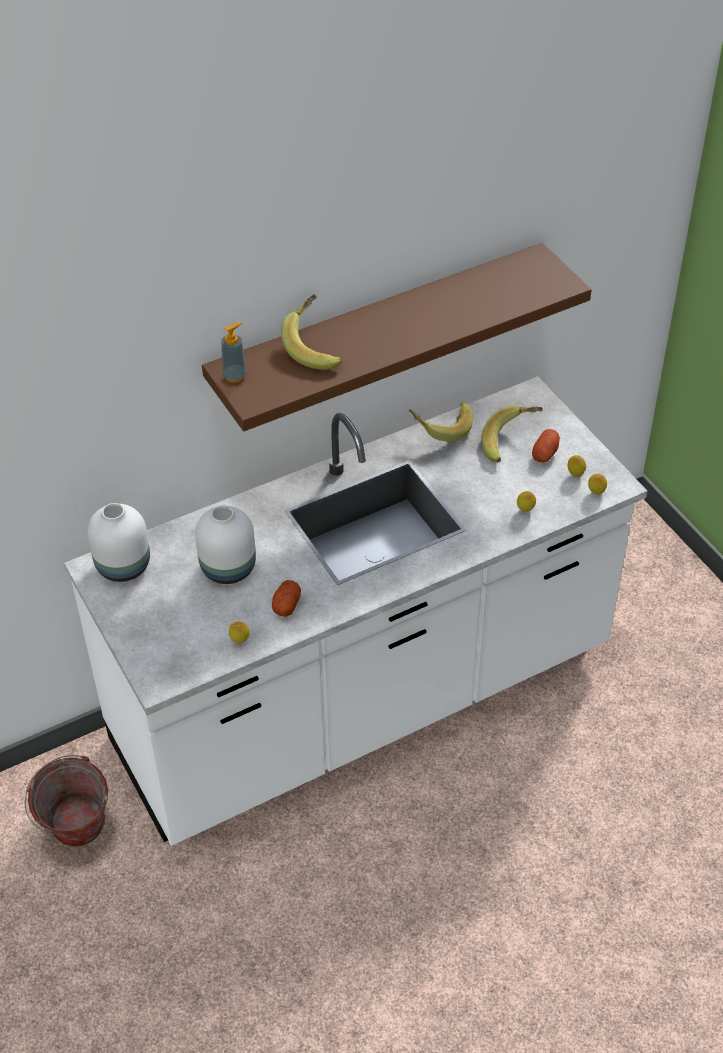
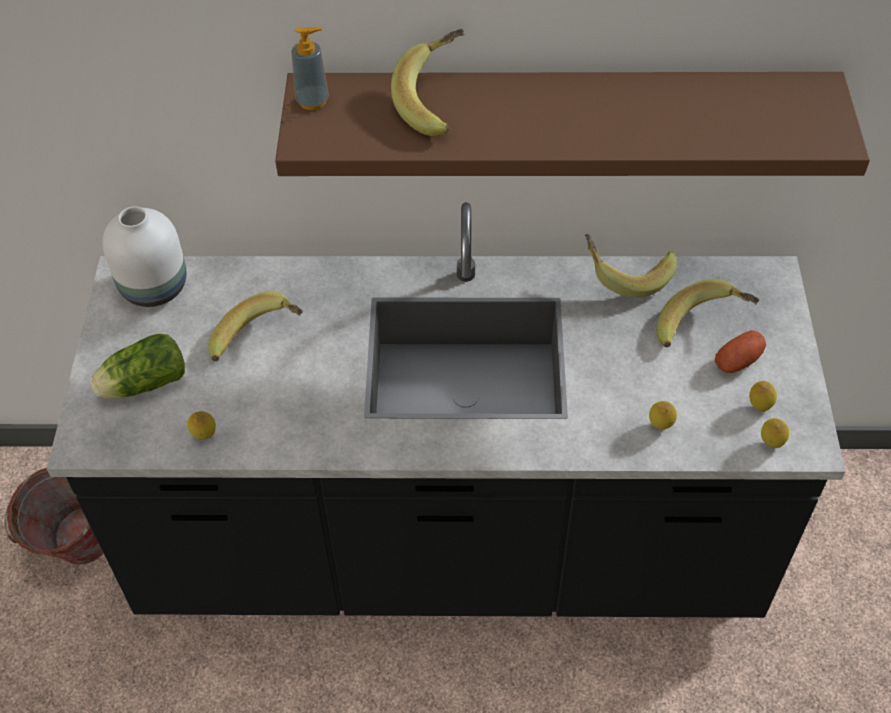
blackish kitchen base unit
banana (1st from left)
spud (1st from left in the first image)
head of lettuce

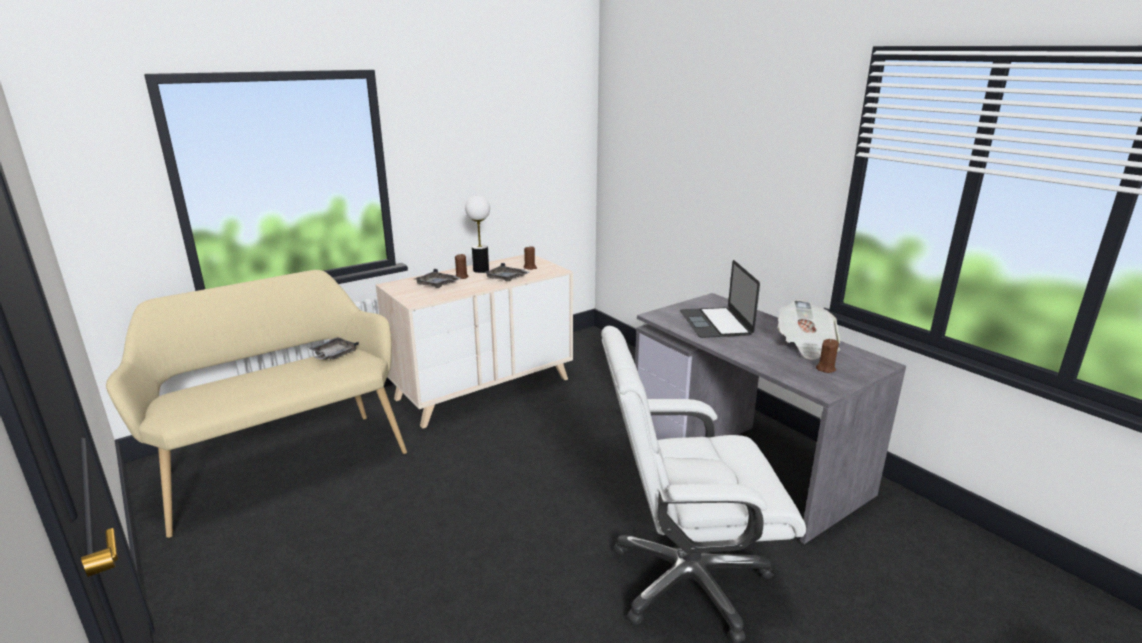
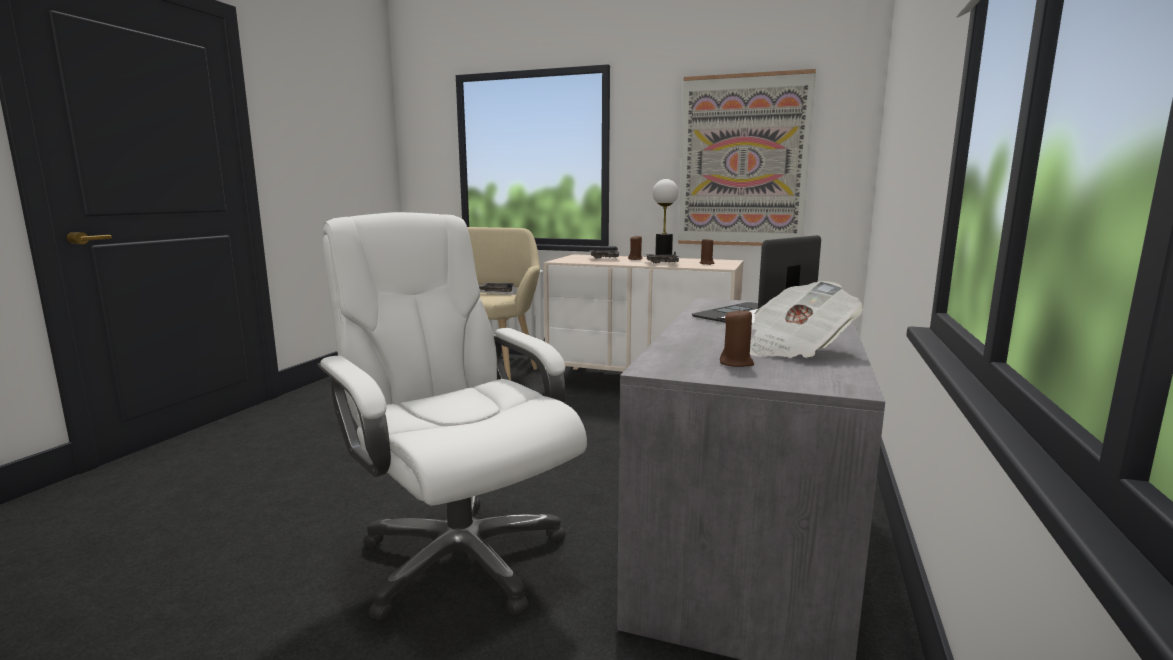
wall art

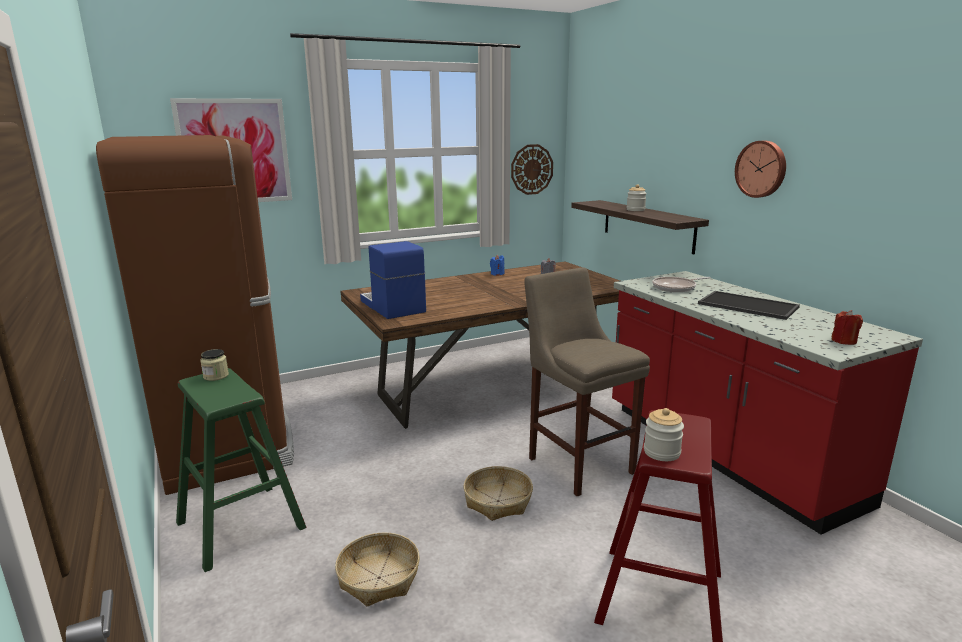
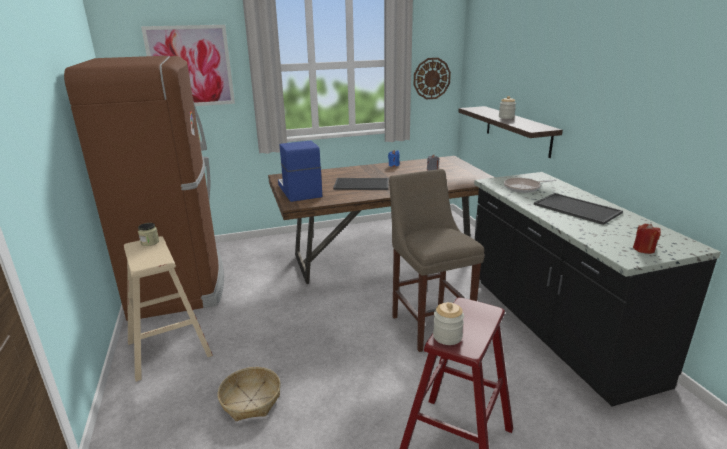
clock on the wall (2nd from left in the first image)
blackish kitchen base unit
beige-coloured stool (1st from left)
household basket (2nd from left in the first image)
serving tray (1st from left)

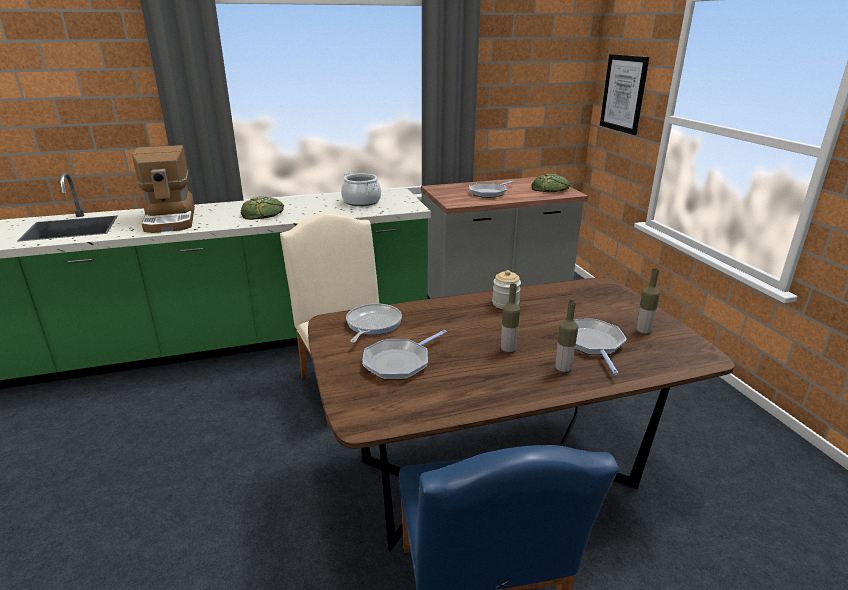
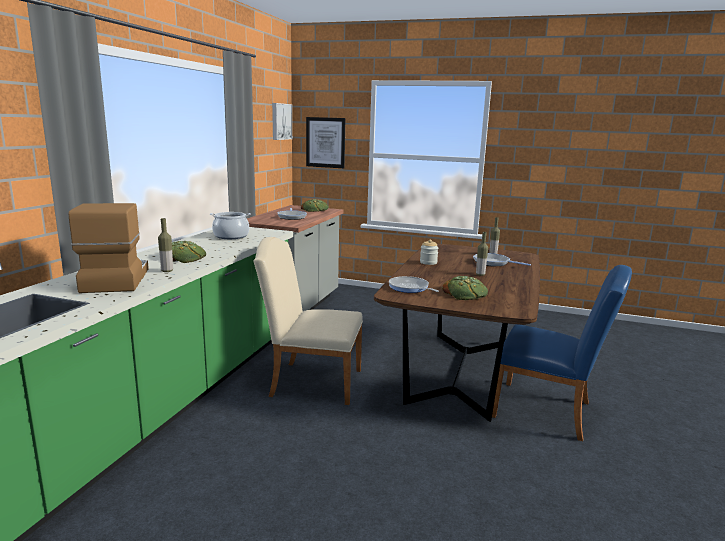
coffee machine
bottle (1st from left)
baked bread (3rd from left)
wall art (1st from left)

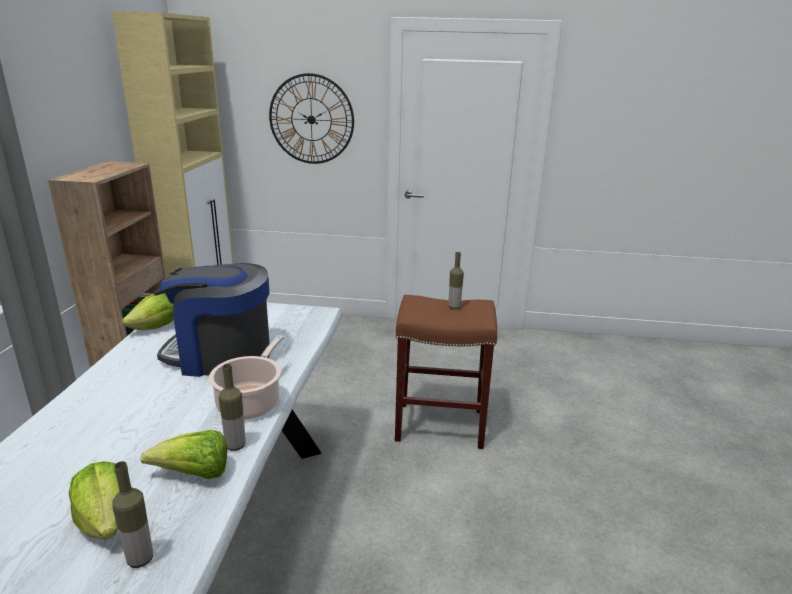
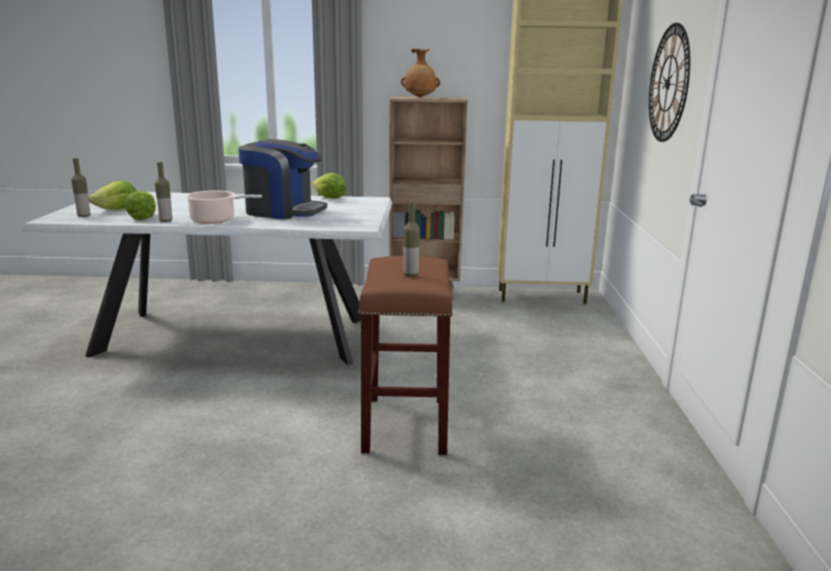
coffee machine
brown-coloured decorative vase

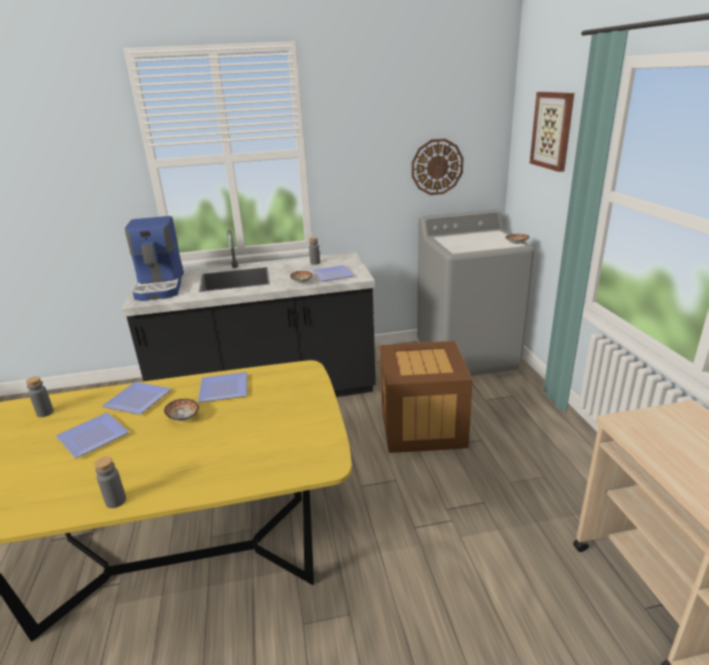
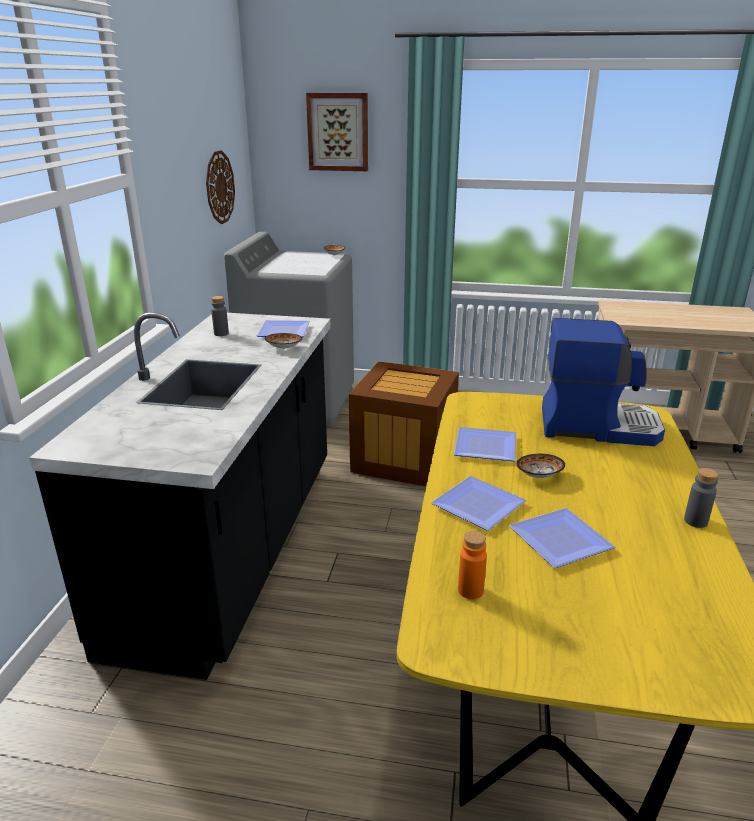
coffee machine
orangey bottle

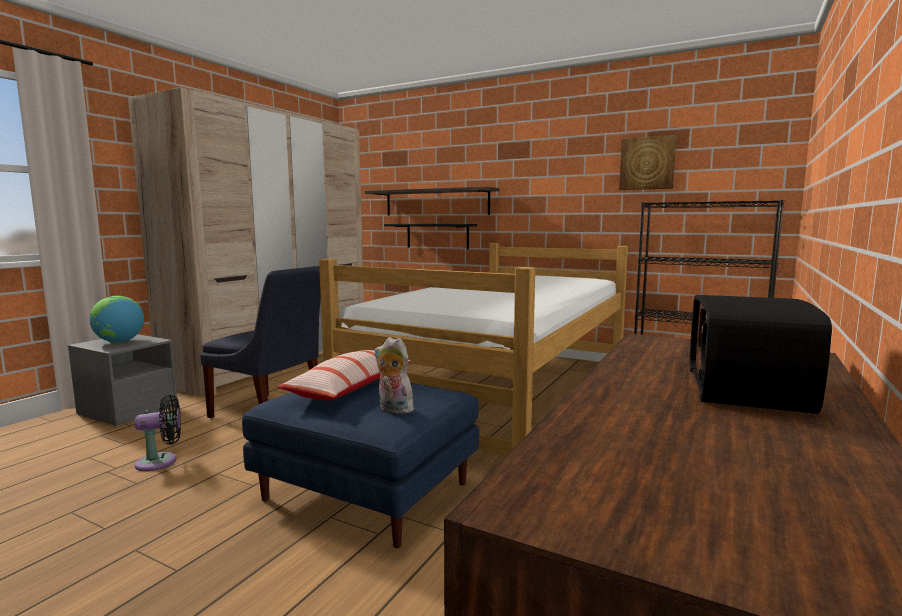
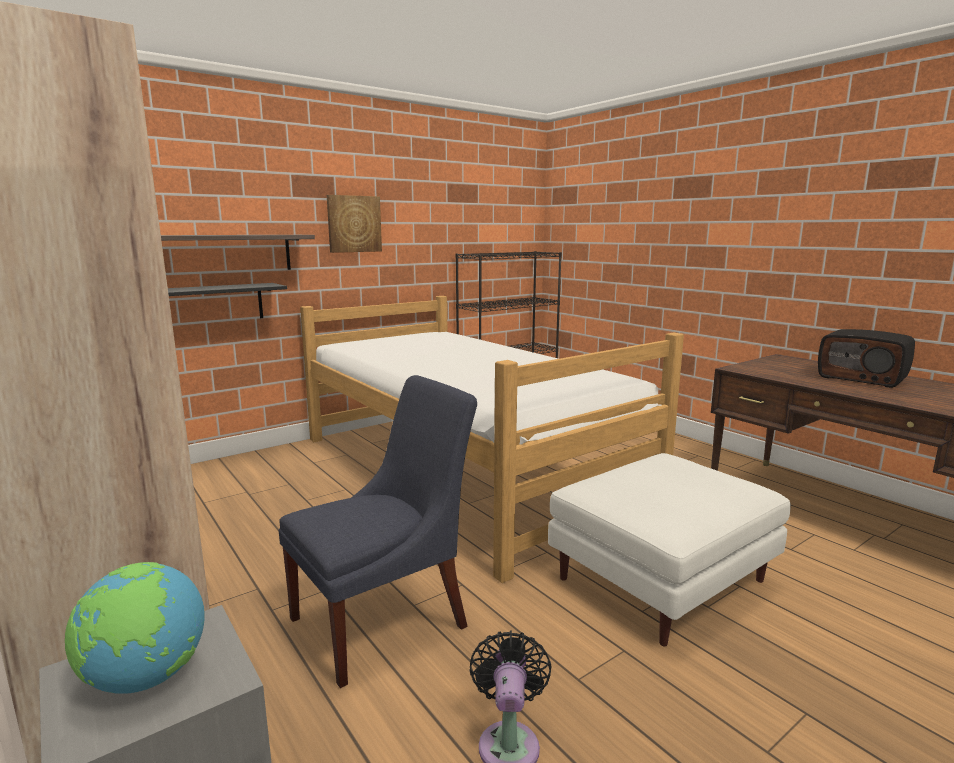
wall art
soft toy
cushion
whitish pouffe

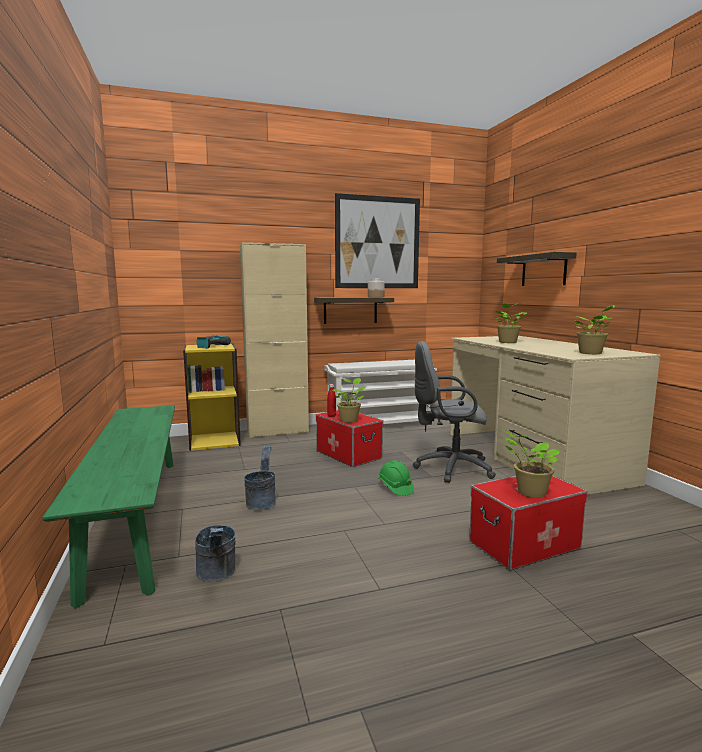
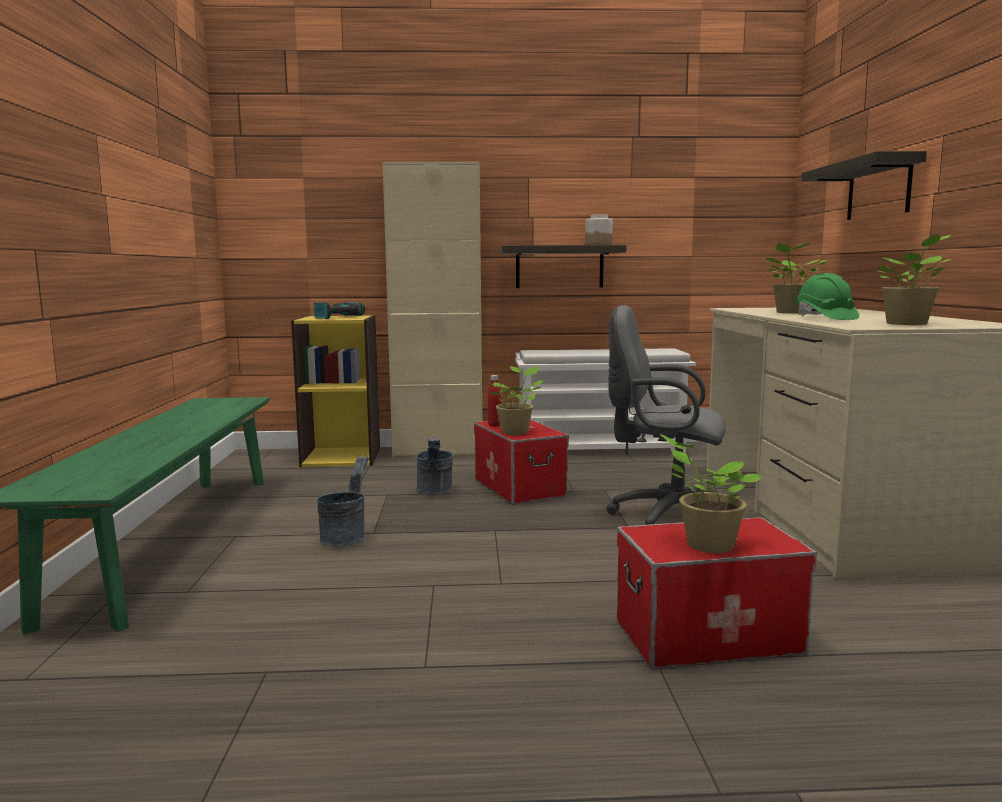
wall art
greenish work helmet
greyish water bucket (2nd from left)

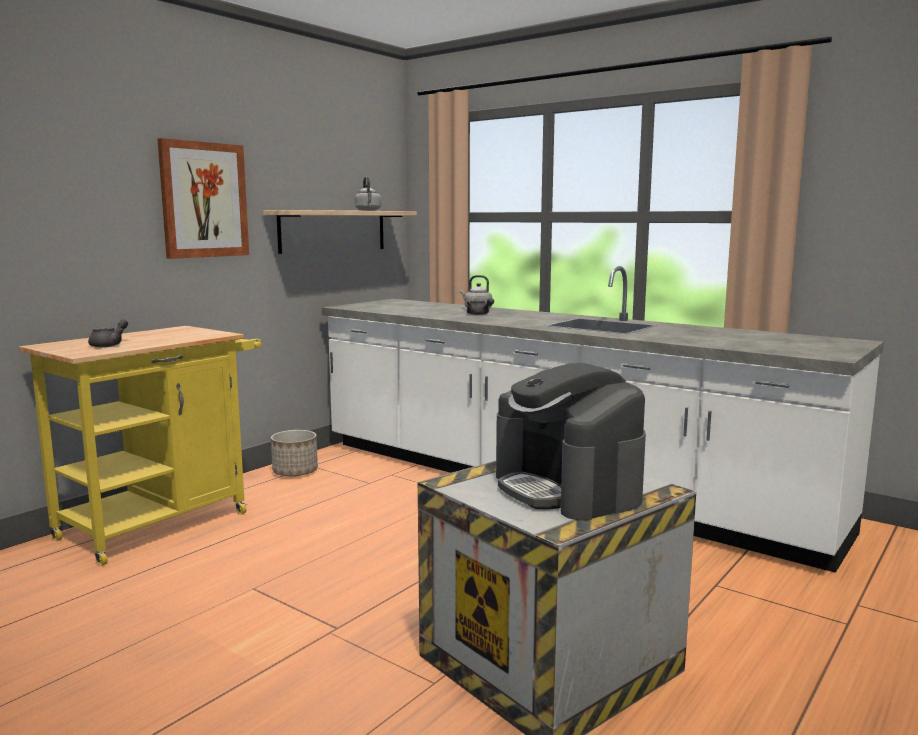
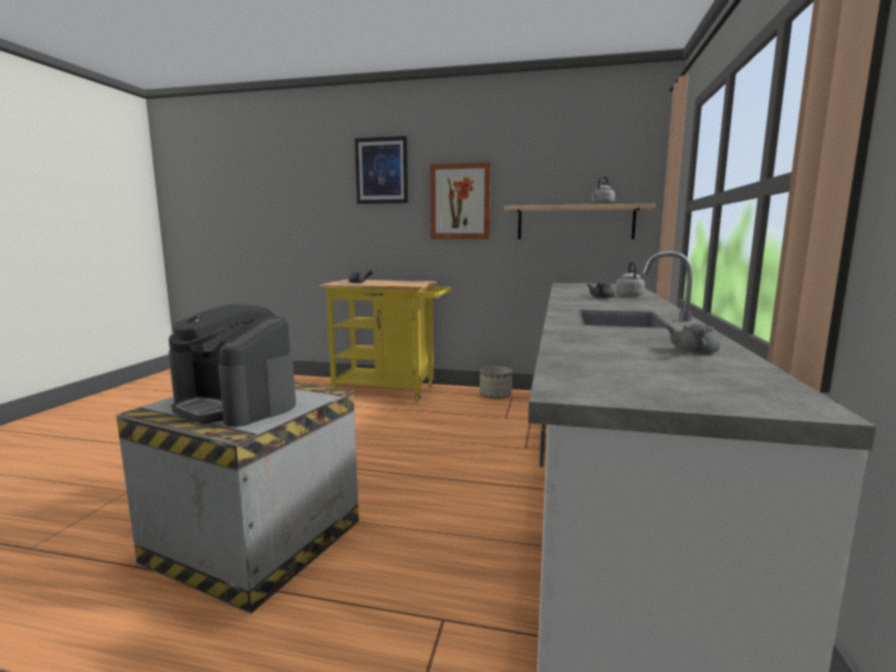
coffee machine
wall art (1st from left)
greyish teapot (3rd from left)

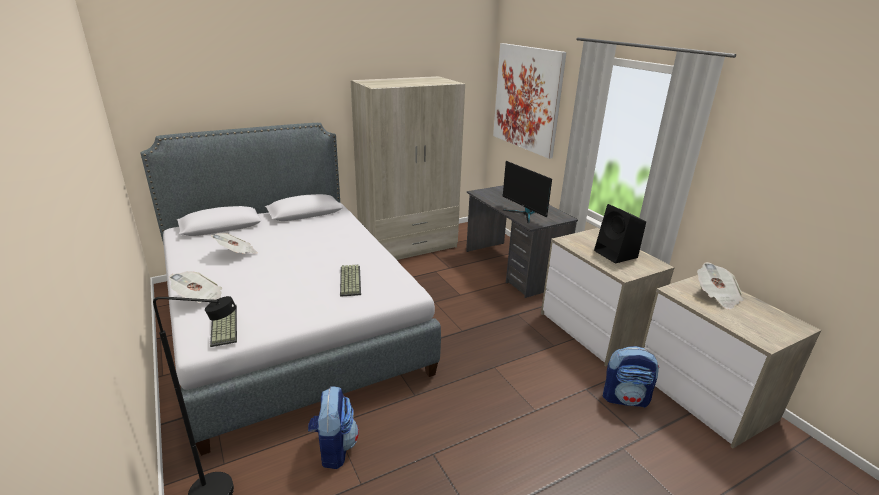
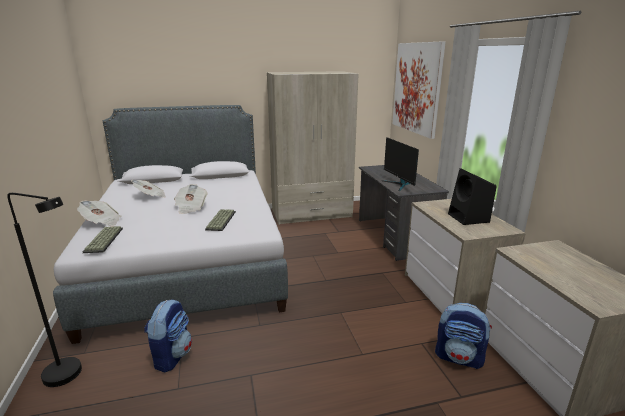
daily paper (3rd from left)

